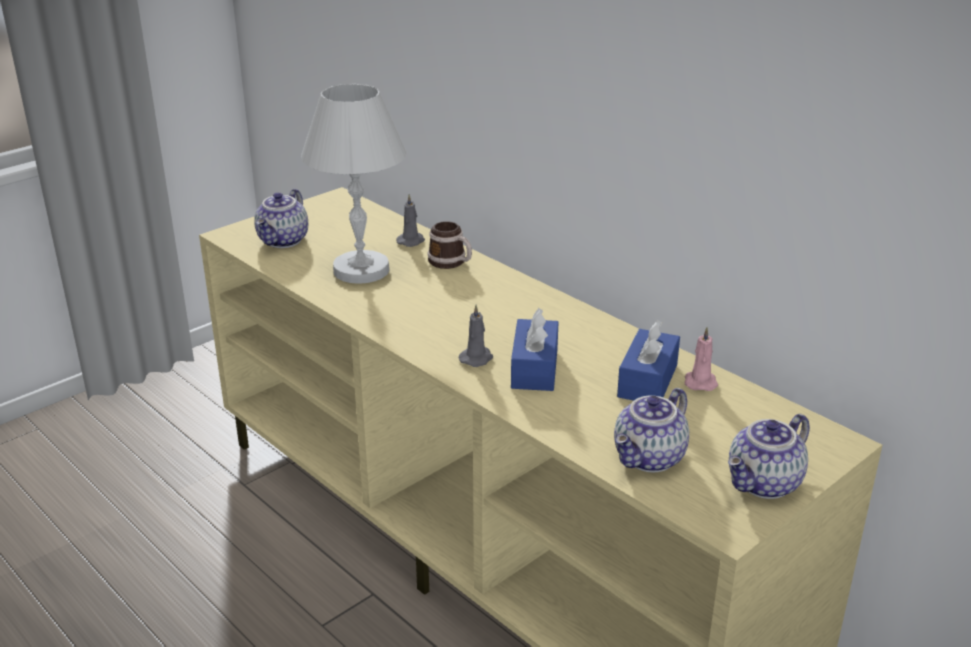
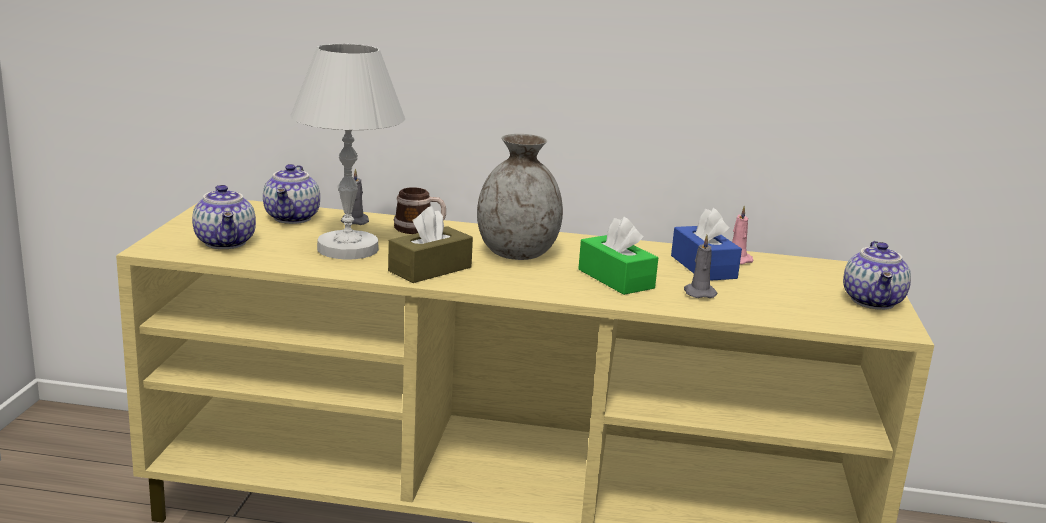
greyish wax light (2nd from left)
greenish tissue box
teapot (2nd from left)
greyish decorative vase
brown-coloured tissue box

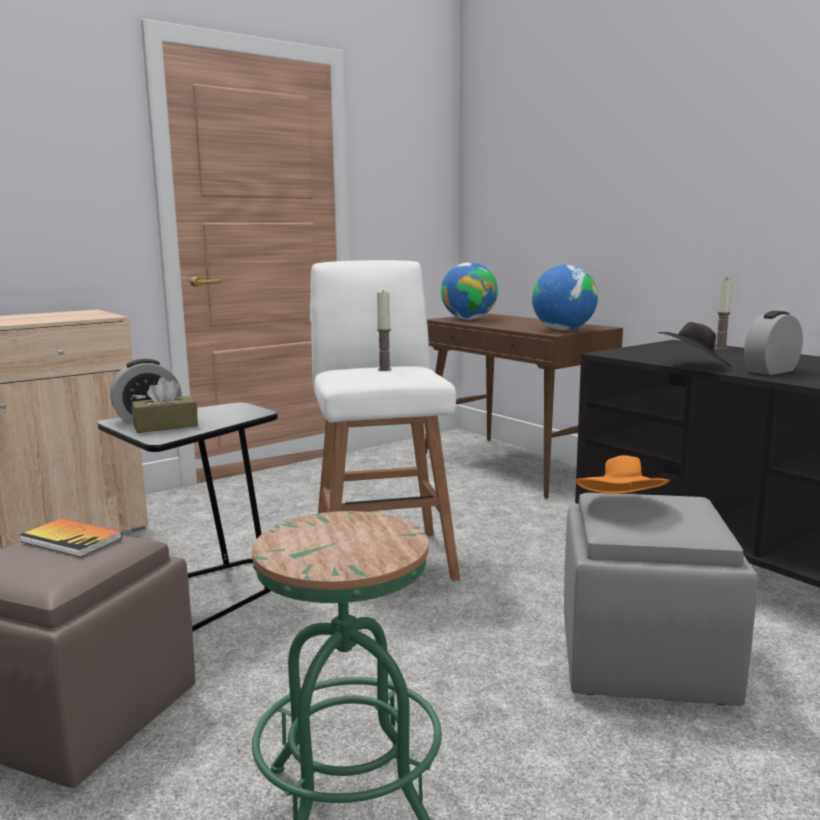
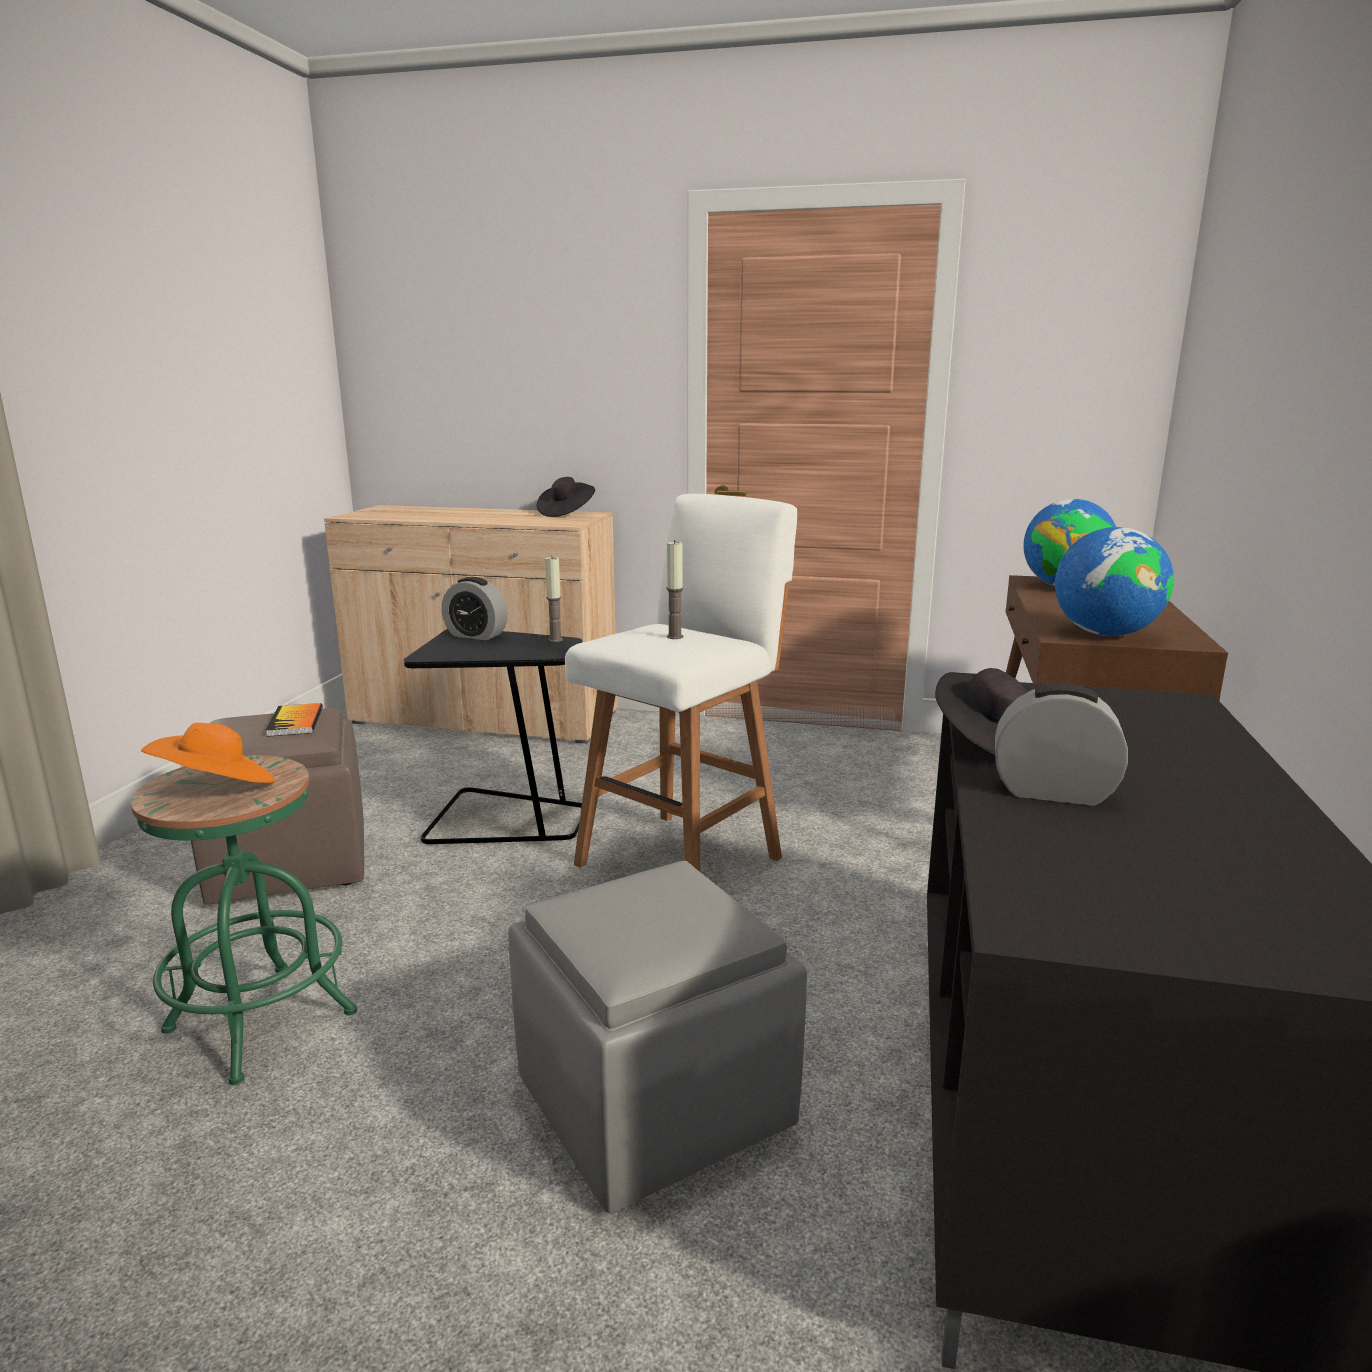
wax light (1st from left)
brown-coloured tissue box
orangey hat
blackish hat (1st from left)

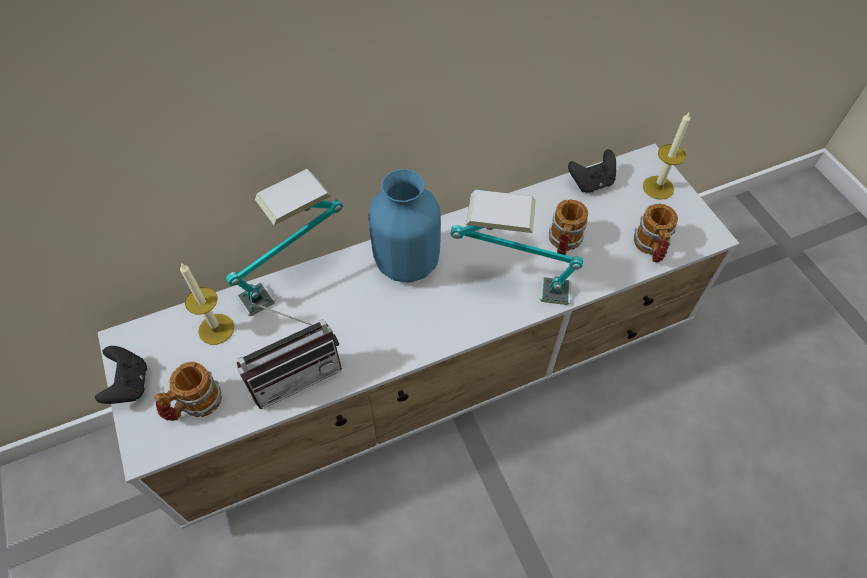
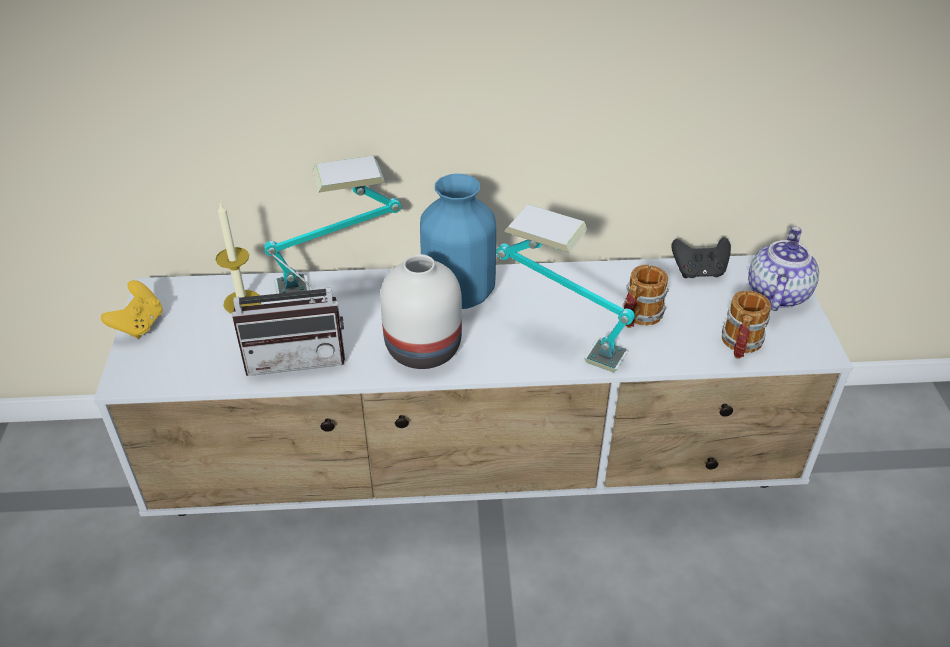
teapot
yellowish game controller
mug (1st from left in the first image)
whitish decorative vase

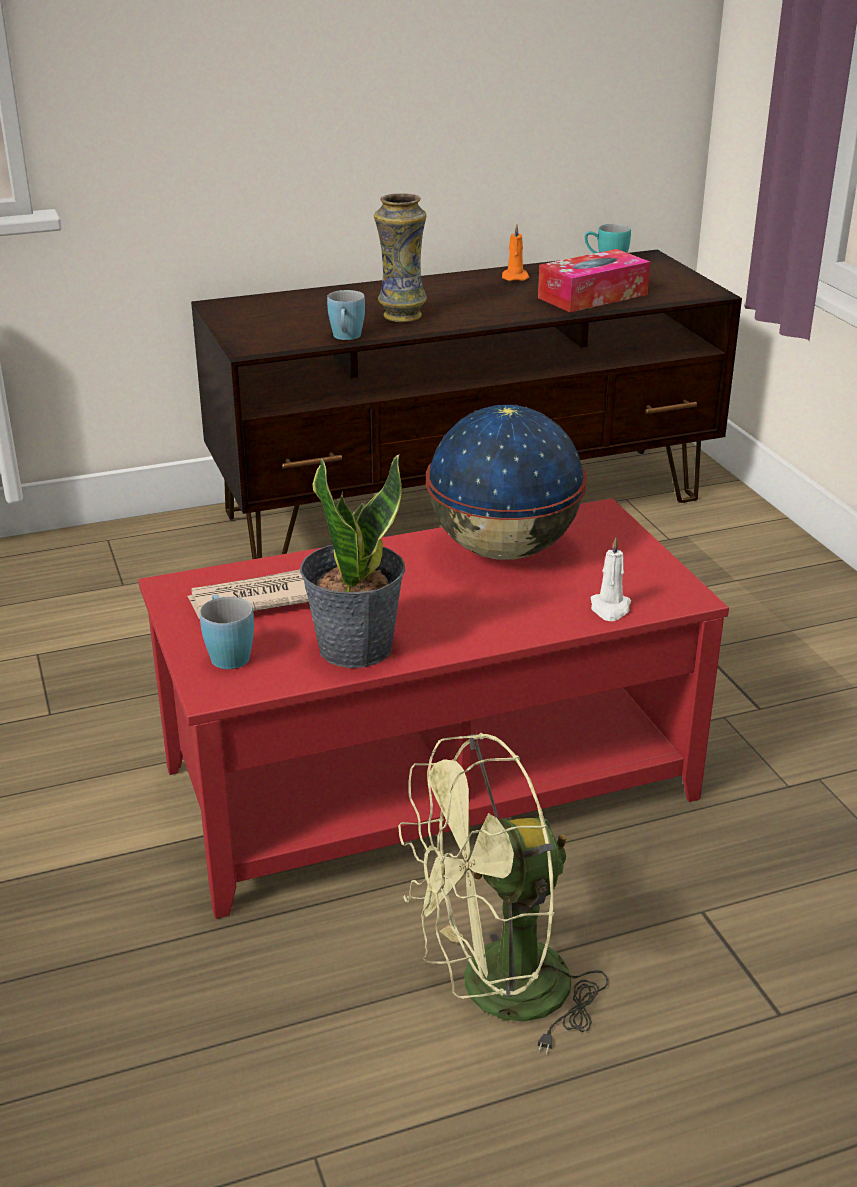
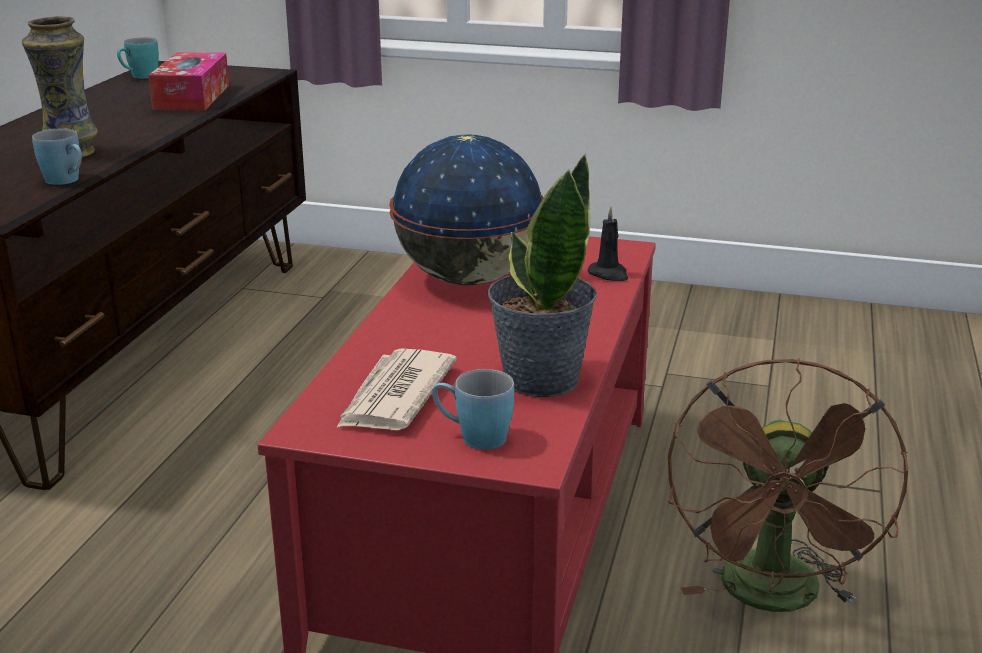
orangey wax light
blackish wax light
brown-coloured electric fan

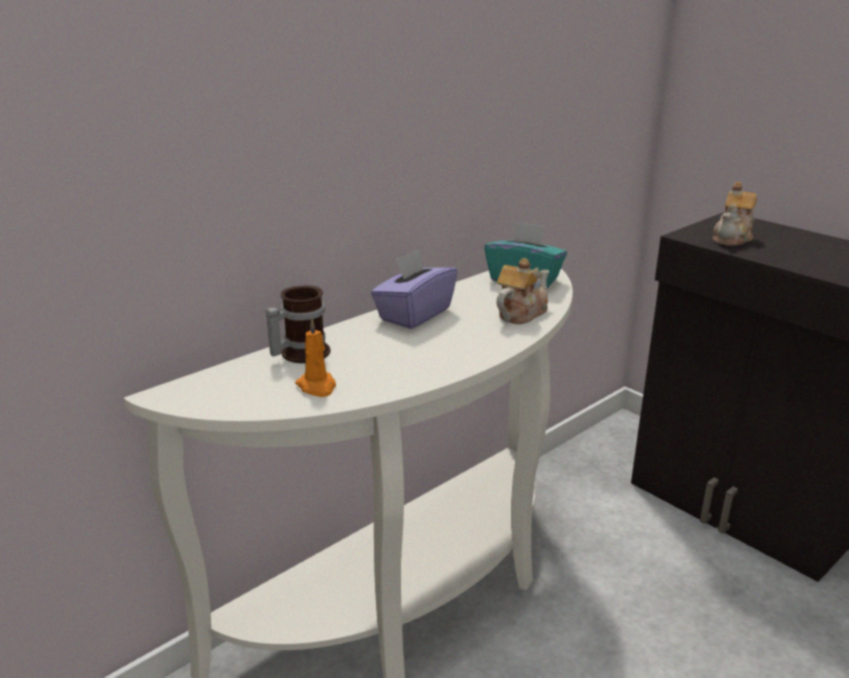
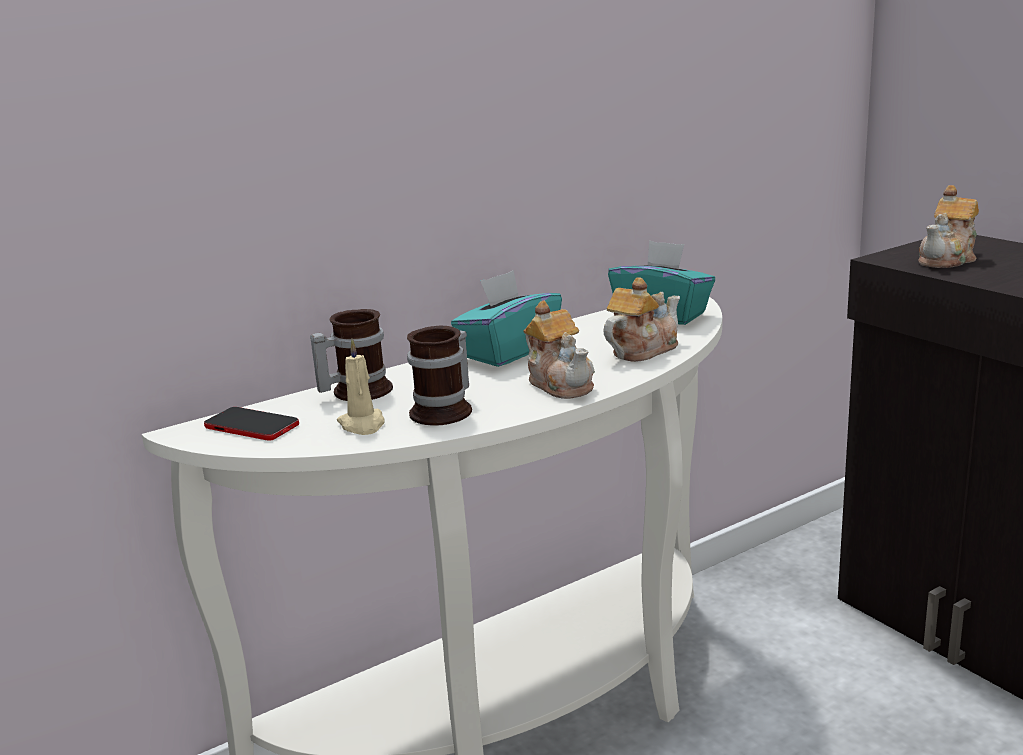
blue-green tissue box (1st from left)
beige-coloured wax light
teapot (1st from left)
mug (2nd from left)
telephone

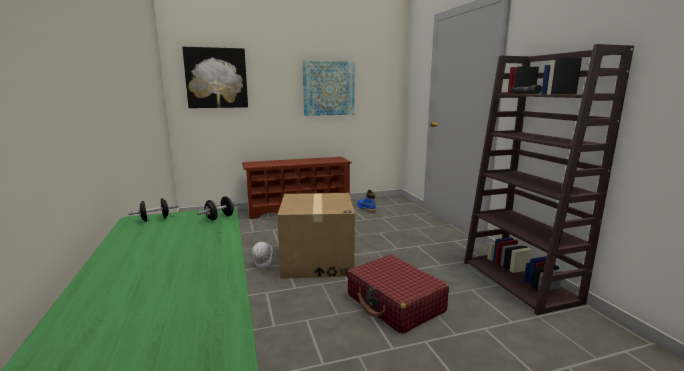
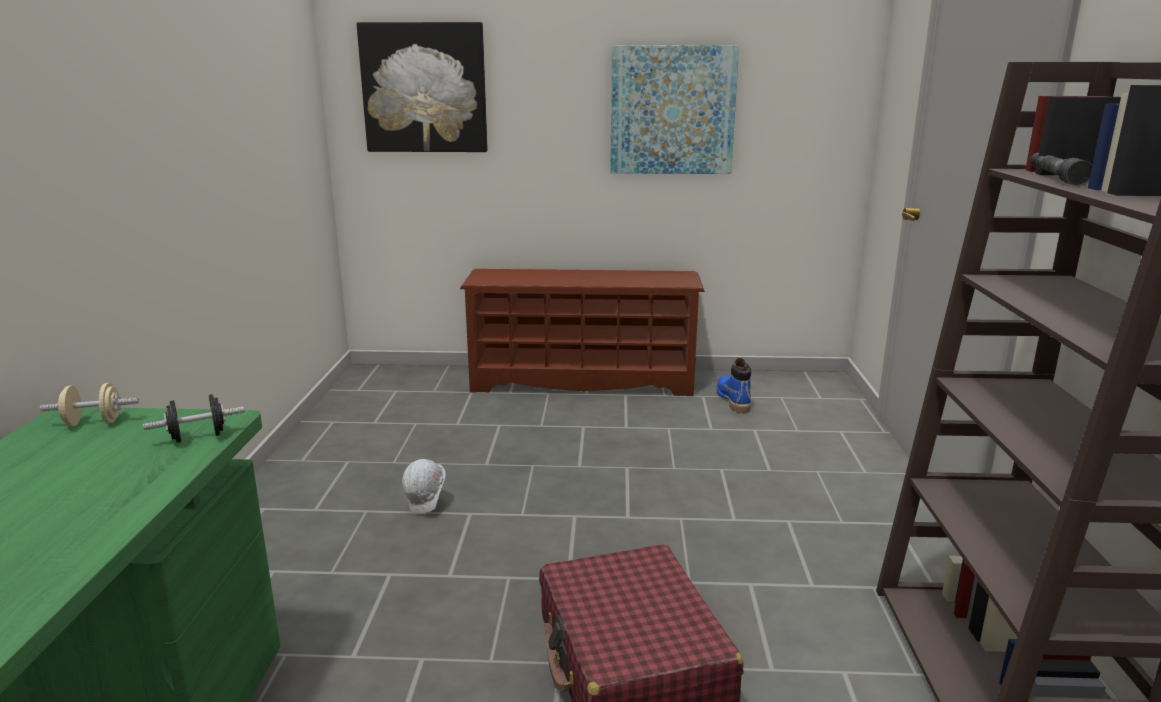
packing box
beige-coloured dumbbell

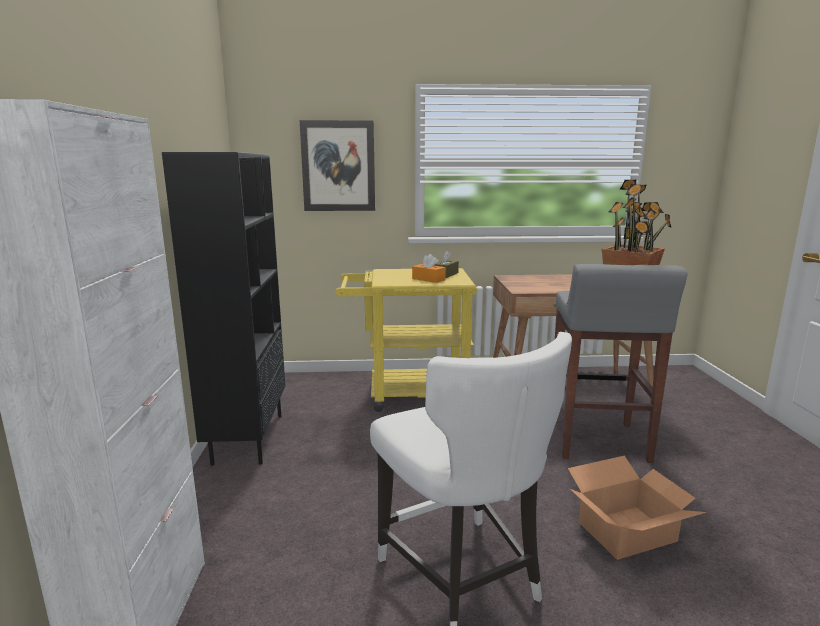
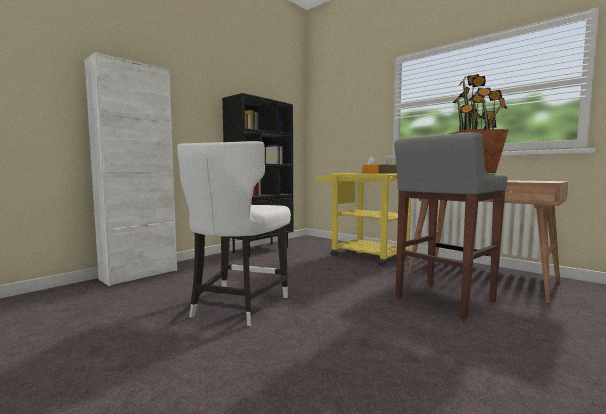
wall art
packing box

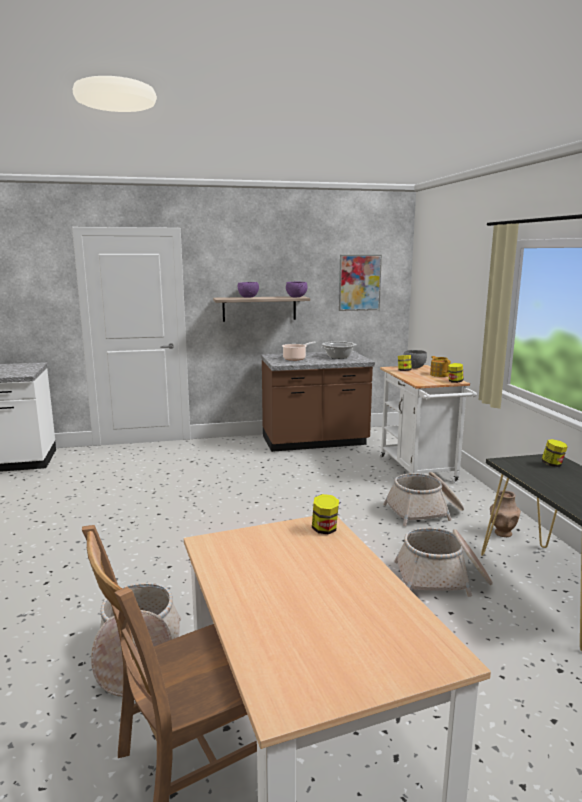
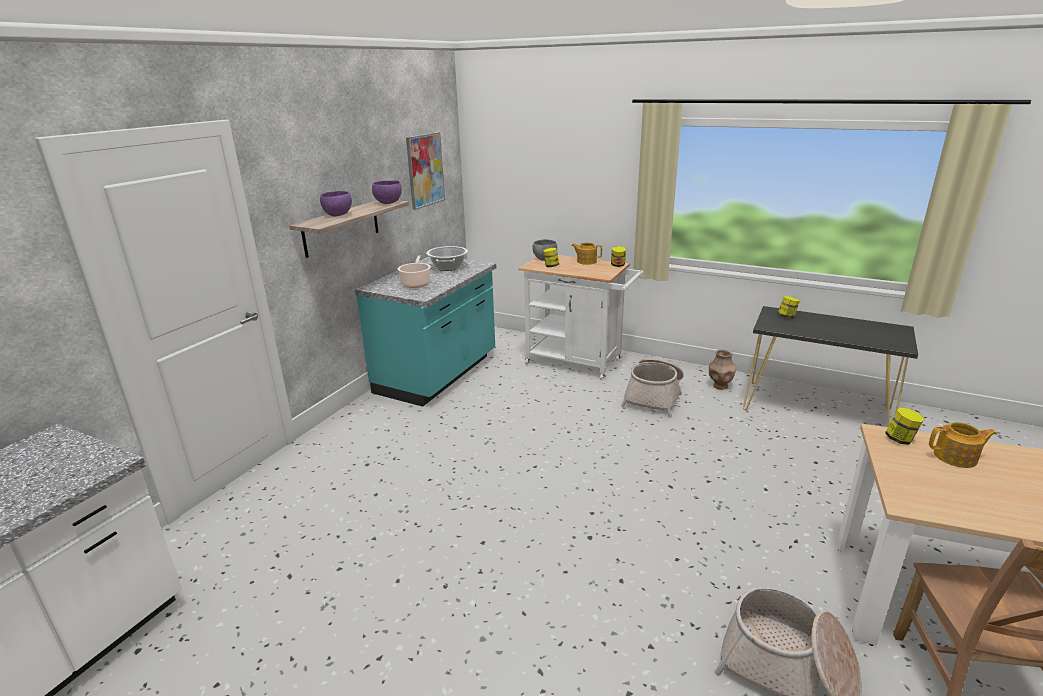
blue-green kitchen base unit
household basket (3rd from left in the first image)
teapot (2nd from left)

